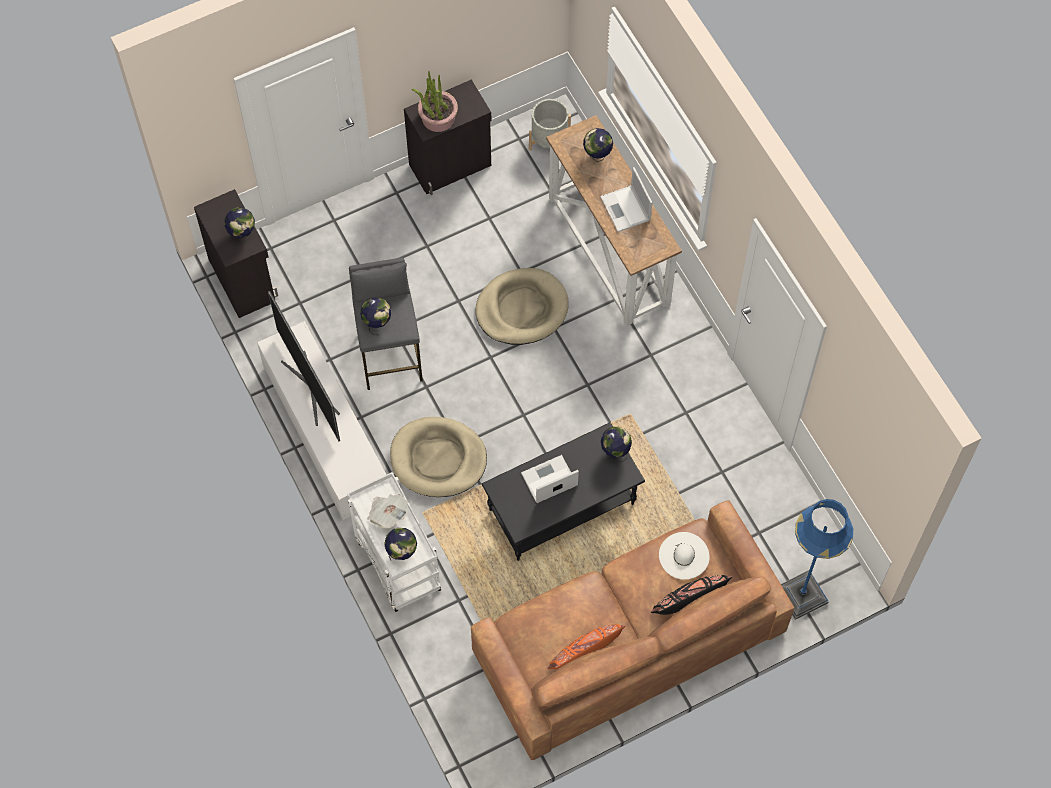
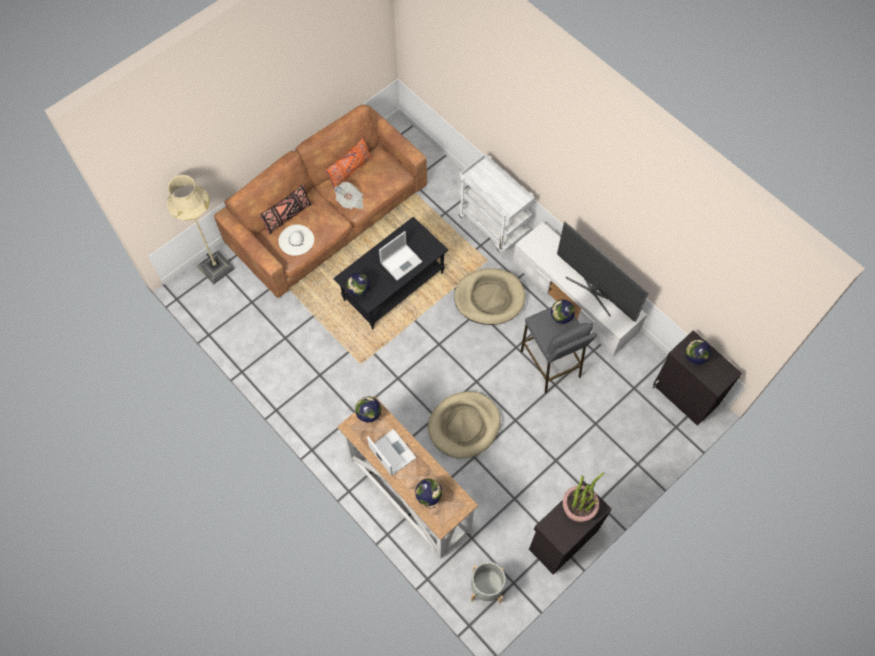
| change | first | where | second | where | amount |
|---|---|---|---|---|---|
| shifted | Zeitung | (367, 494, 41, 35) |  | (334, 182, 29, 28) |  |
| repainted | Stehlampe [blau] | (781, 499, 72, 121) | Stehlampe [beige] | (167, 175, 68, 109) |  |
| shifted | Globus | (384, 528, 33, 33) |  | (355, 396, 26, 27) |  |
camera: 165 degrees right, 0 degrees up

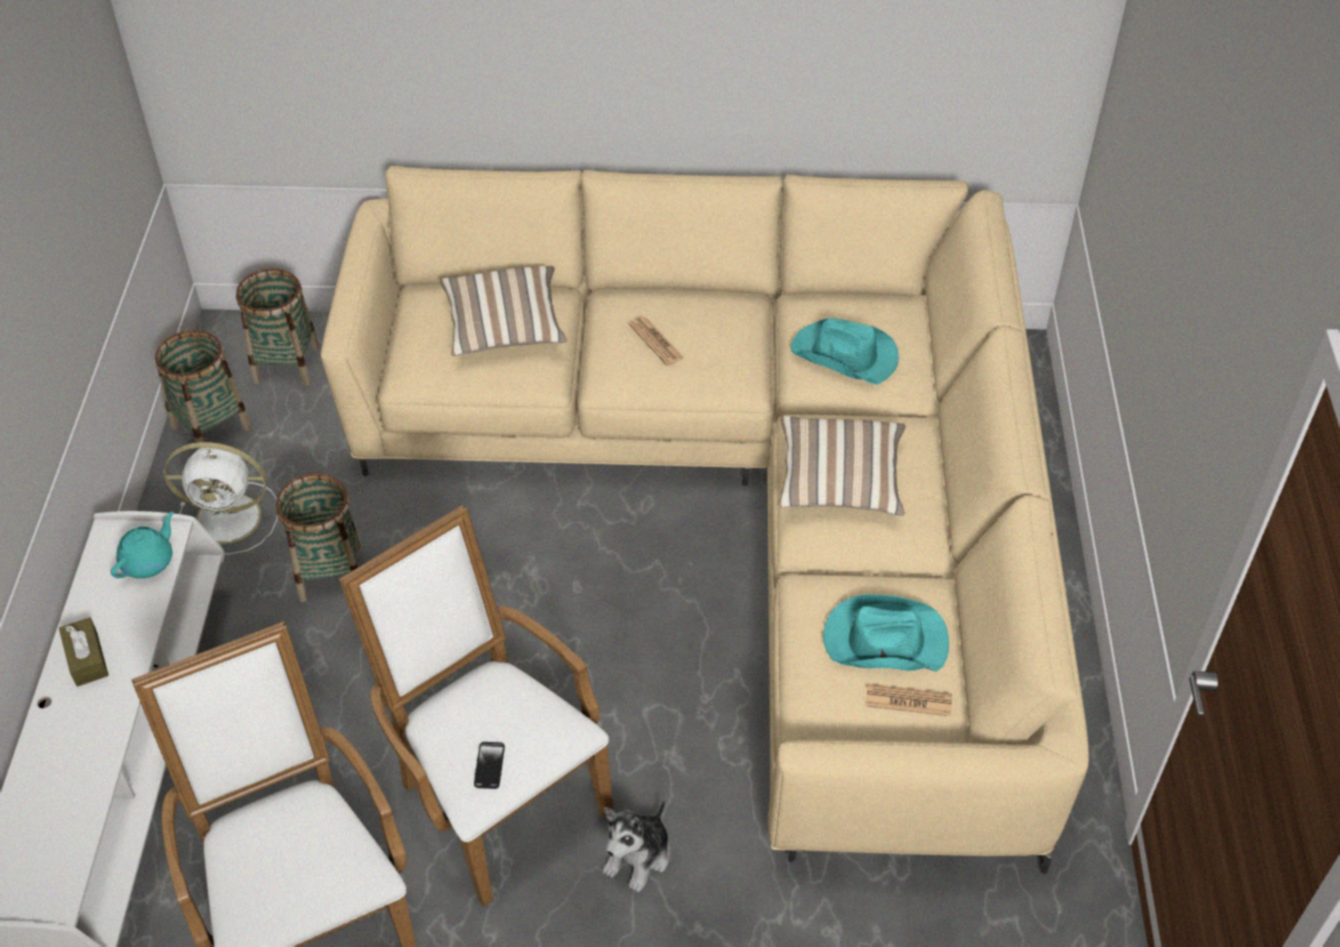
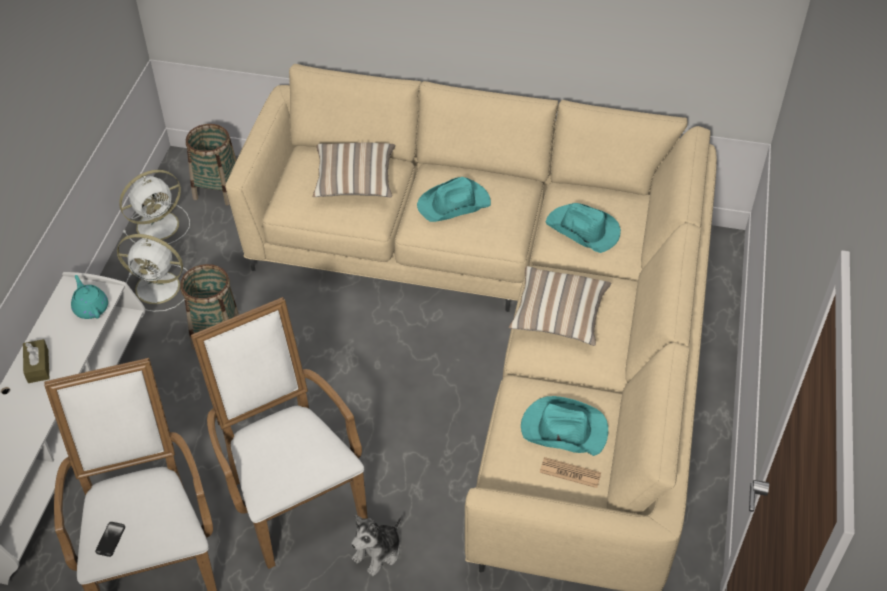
| change | first | where | second | where | amount |
|---|---|---|---|---|---|
| swapped | Zeitung | (629, 317, 55, 49) | Hut [türkis] | (417, 177, 74, 45) |  |
| swapped | Korb | (155, 330, 97, 119) | Ventilator [weiß] | (119, 170, 71, 74) |  |
| rotated | Teekanne [türkis] | (111, 512, 62, 67) |  | (71, 275, 37, 44) | 75 degrees counterclockwise |
| shifted | Handy | (474, 742, 31, 47) |  | (95, 522, 30, 35) |  |
camera: 10 degrees right, 0 degrees up

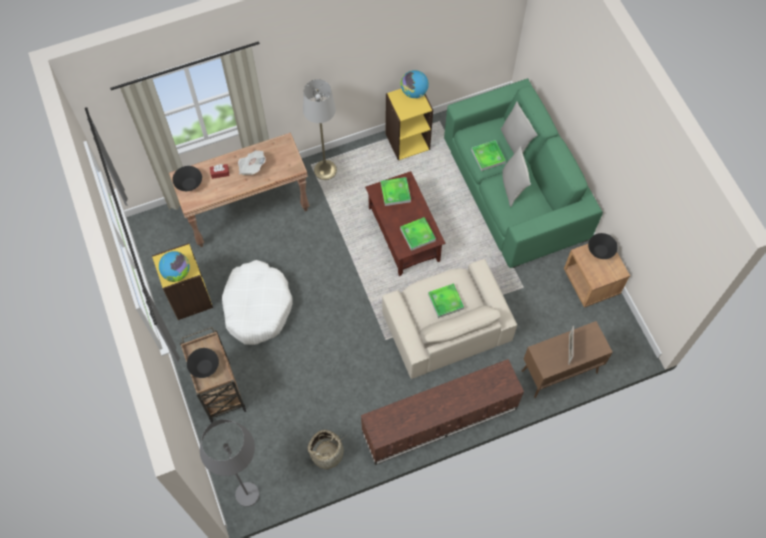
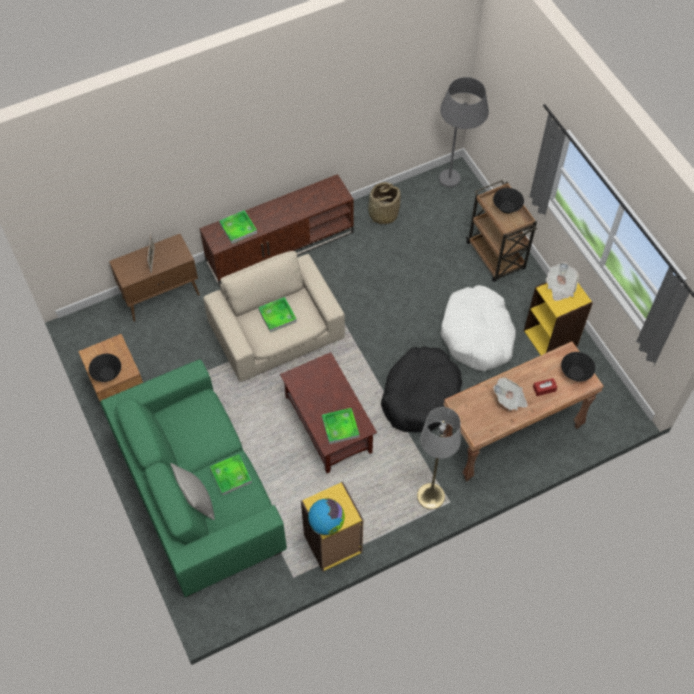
| change | first | where | second | where | amount |
|---|---|---|---|---|---|
| gone | Kissen [grau] | (502, 146, 29, 61) |  |  |  |
| shifted | Tablett | (400, 217, 36, 34) |  | (219, 210, 38, 34) |  |
| swapped | Globus | (159, 251, 31, 31) | Zeitung | (546, 262, 33, 39) |  |
| new |  |  | Hundebett [schwarz] | (381, 346, 81, 86) |  |
camera: 175 degrees right, 5 degrees down

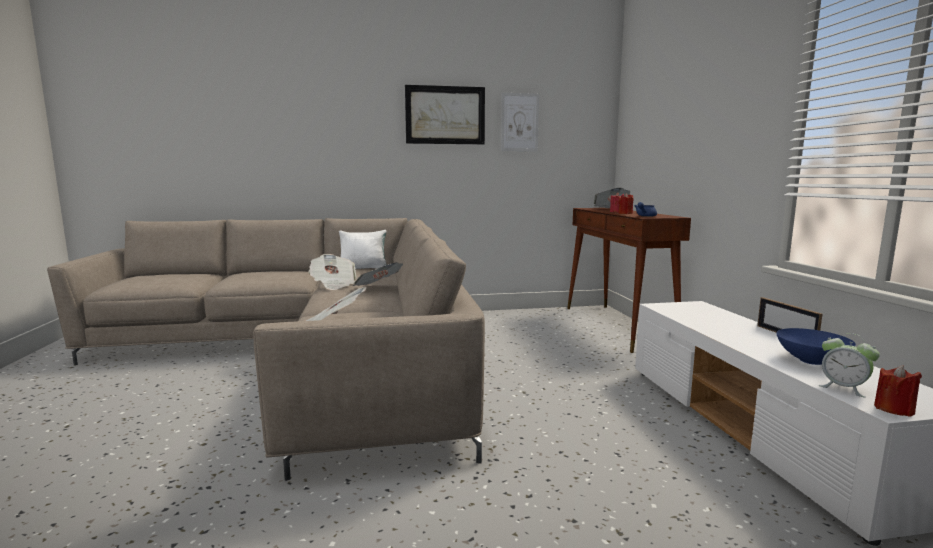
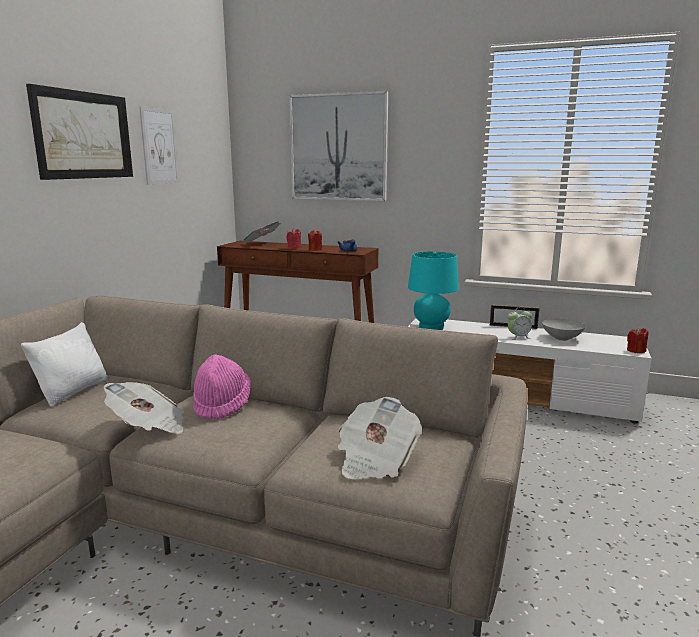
| change | first | where | second | where | amount |
|---|---|---|---|---|---|
| swapped | Zeitung | (352, 262, 51, 24) | Hut [rosa] | (193, 354, 58, 66) |  |
| repainted | Schüssel [blau] | (776, 328, 80, 37) | Schüssel [grau] | (542, 318, 44, 23) |  |
| shifted | Wecker | (818, 333, 62, 65) |  | (508, 307, 24, 33) |  |
| new |  |  | Bild | (289, 91, 99, 110) |  |
| new |  |  | Tischlampe [türkis] | (408, 251, 51, 79) |  |
camera: 60 degrees left, 5 degrees up

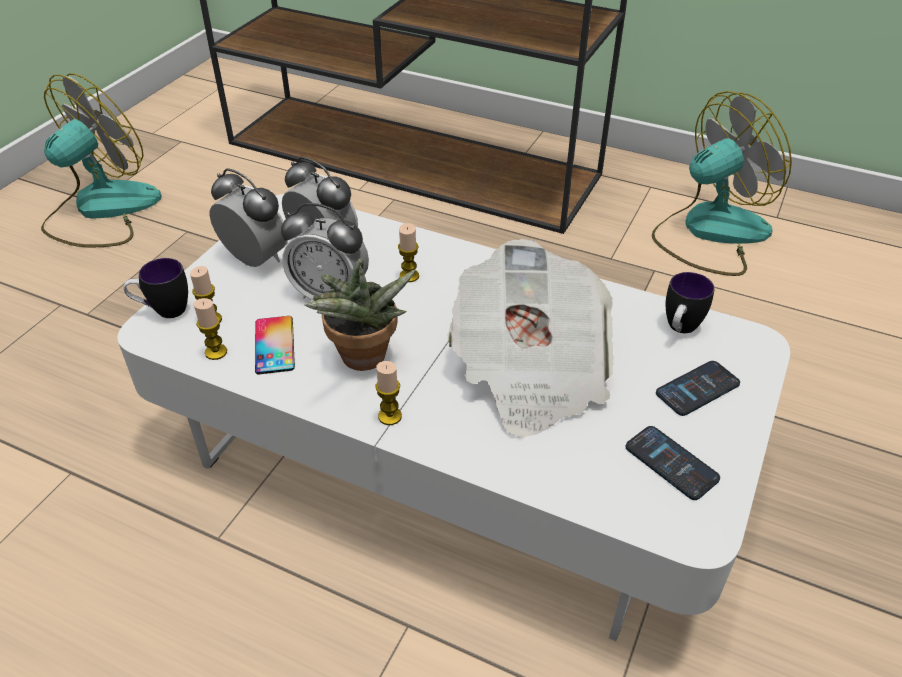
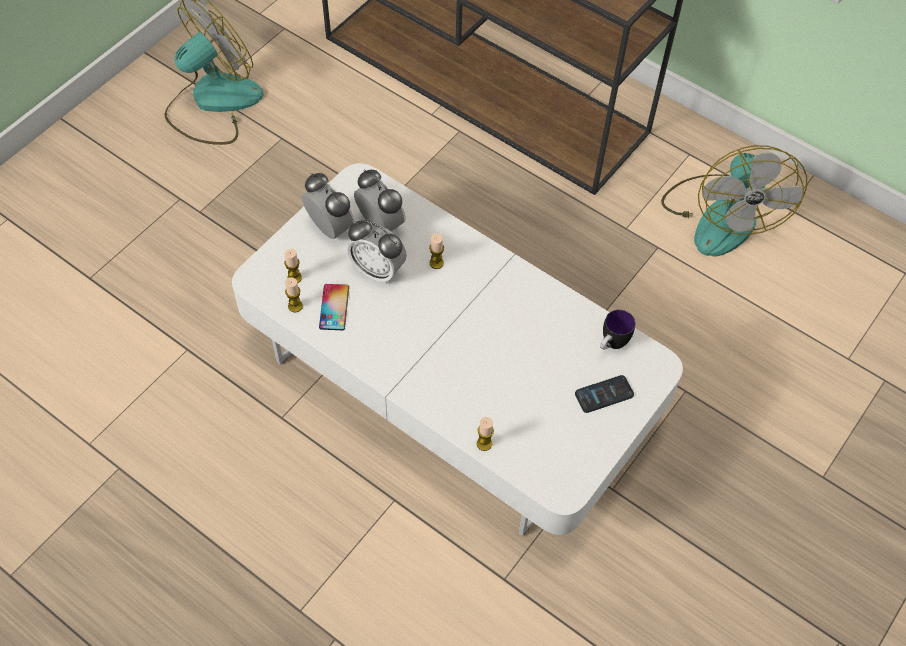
| change | first | where | second | where | amount |
|---|---|---|---|---|---|
| rotated | Ventilator | (652, 91, 140, 185) |  | (661, 145, 146, 111) | 105 degrees clockwise |
| gone | Zeitung | (447, 239, 167, 199) |  |  |  |
| gone | Henkelbecher | (124, 258, 64, 60) |  |  |  |
| gone | Topfpflanze | (304, 258, 111, 113) |  |  |  |
| shifted | Kerze | (375, 361, 27, 64) |  | (477, 417, 17, 34) |  |
| gone | Handy | (626, 426, 94, 74) |  |  |  |
camera: 10 degrees right, 15 degrees up

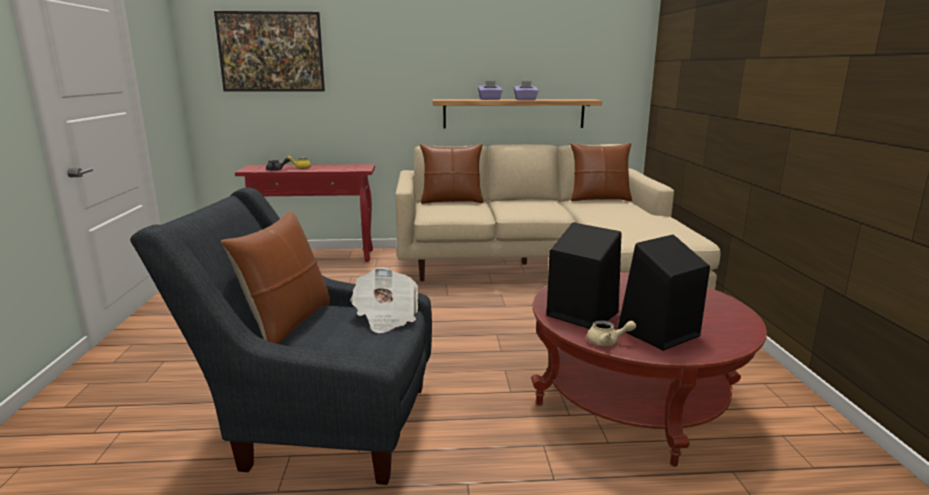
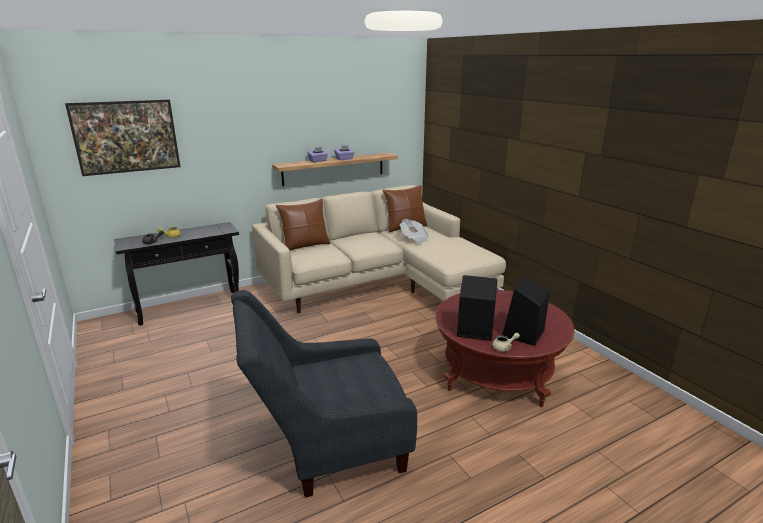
| change | first | where | second | where | amount |
|---|---|---|---|---|---|
| repainted | Konsolentisch [rot] | (235, 164, 140, 98) | Konsolentisch [schwarz] | (114, 222, 125, 103) |  |
| gone | Kissen [braun] | (221, 210, 109, 134) |  |  |  |
| shifted | Zeitung | (350, 267, 68, 66) |  | (400, 219, 29, 25) |  |
camera: 25 degrees left, 5 degrees up

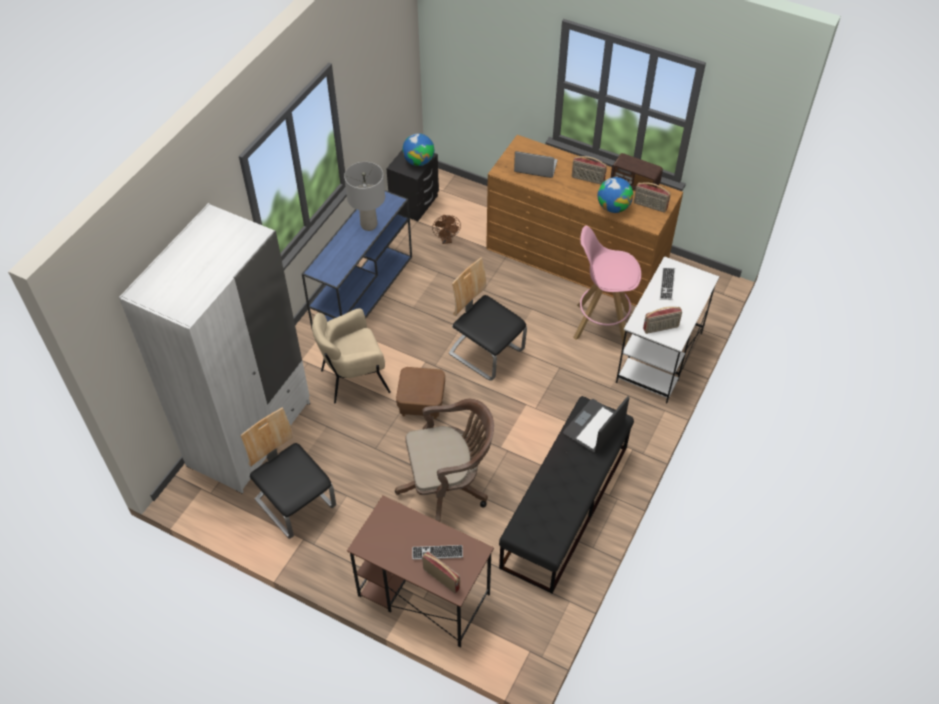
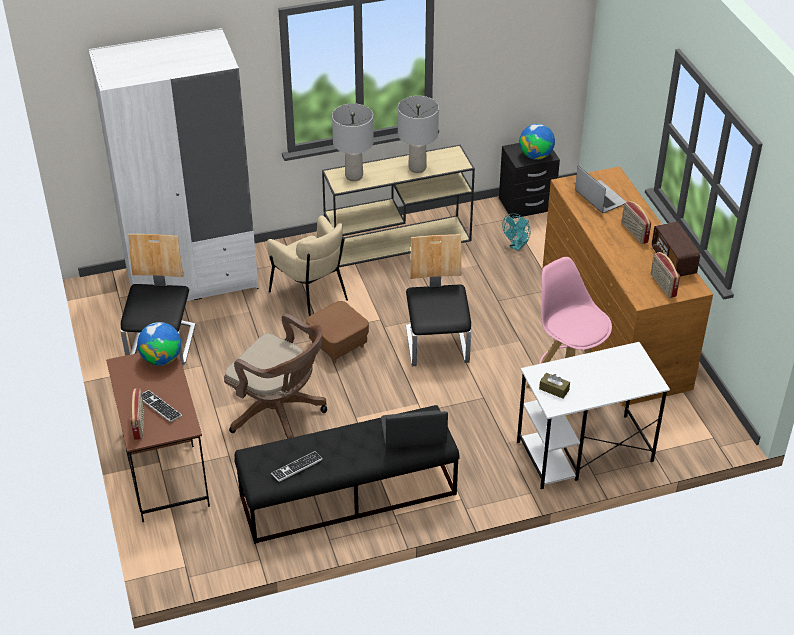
| change | first | where | second | where | amount |
|---|---|---|---|---|---|
| shifted | Globus | (598, 177, 35, 36) |  | (137, 322, 44, 44) |  |
| repainted | Konsolentisch [blau] | (302, 190, 110, 138) | Konsolentisch [beige] | (322, 145, 153, 122) |  |
| repainted | Ventilator [braun] | (432, 215, 29, 29) | Ventilator [türkis] | (502, 213, 29, 38) |  |
| shifted | Tastatur | (660, 268, 15, 32) |  | (271, 451, 52, 31) |  |
| swapped | Radio | (643, 306, 39, 28) | Taschentuchbox [braun] | (539, 373, 31, 26) |  |
| rotated | Sessel [beige] | (312, 308, 79, 95) |  | (267, 215, 81, 101) | 150 degrees counterclockwise |
| new |  |  | Tischlampe [grau] | (332, 103, 42, 78) |  |
camera: 45 degrees right, 10 degrees down

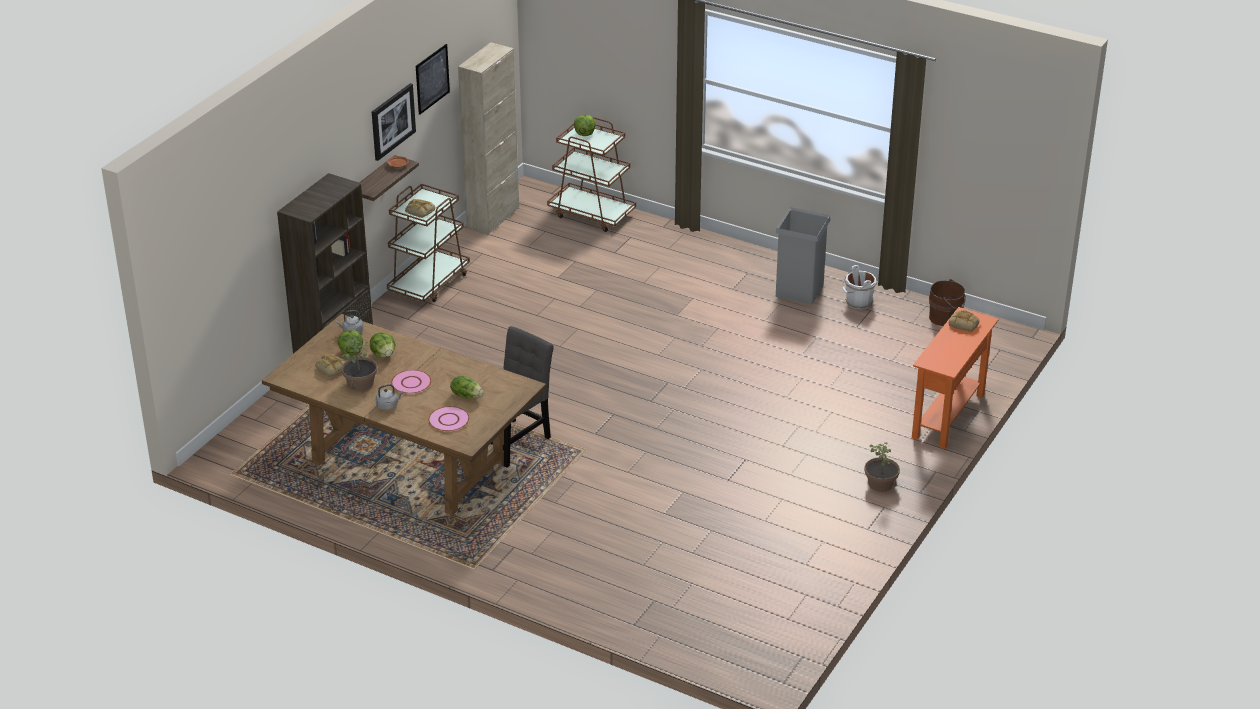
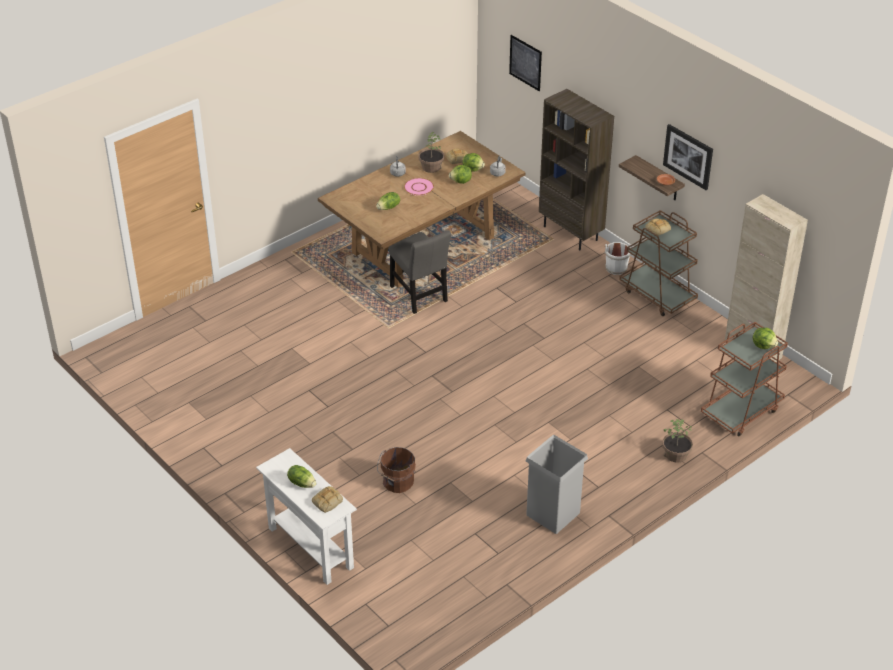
| change | first | where | second | where | amount |
|---|---|---|---|---|---|
| shifted | Bild | (416, 44, 34, 71) |  | (509, 35, 33, 56) |  |
| shifted | Eimer [weiß] | (842, 265, 35, 44) |  | (604, 242, 28, 33) |  |
| shifted | Eimer [braun] | (929, 279, 37, 47) |  | (377, 447, 39, 46) |  |
| repainted | Konsolentisch [orange] | (912, 307, 87, 142) | Konsolentisch [weiß] | (256, 448, 101, 137) |  |
| gone | Teller [rosa] | (428, 406, 41, 26) |  |  |  |
| shifted | Topfpflanze | (864, 442, 36, 50) |  | (662, 419, 31, 43) |  |
| new |  |  | Salatkopf | (287, 465, 29, 23) |  |
camera: 110 degrees right, 5 degrees up

